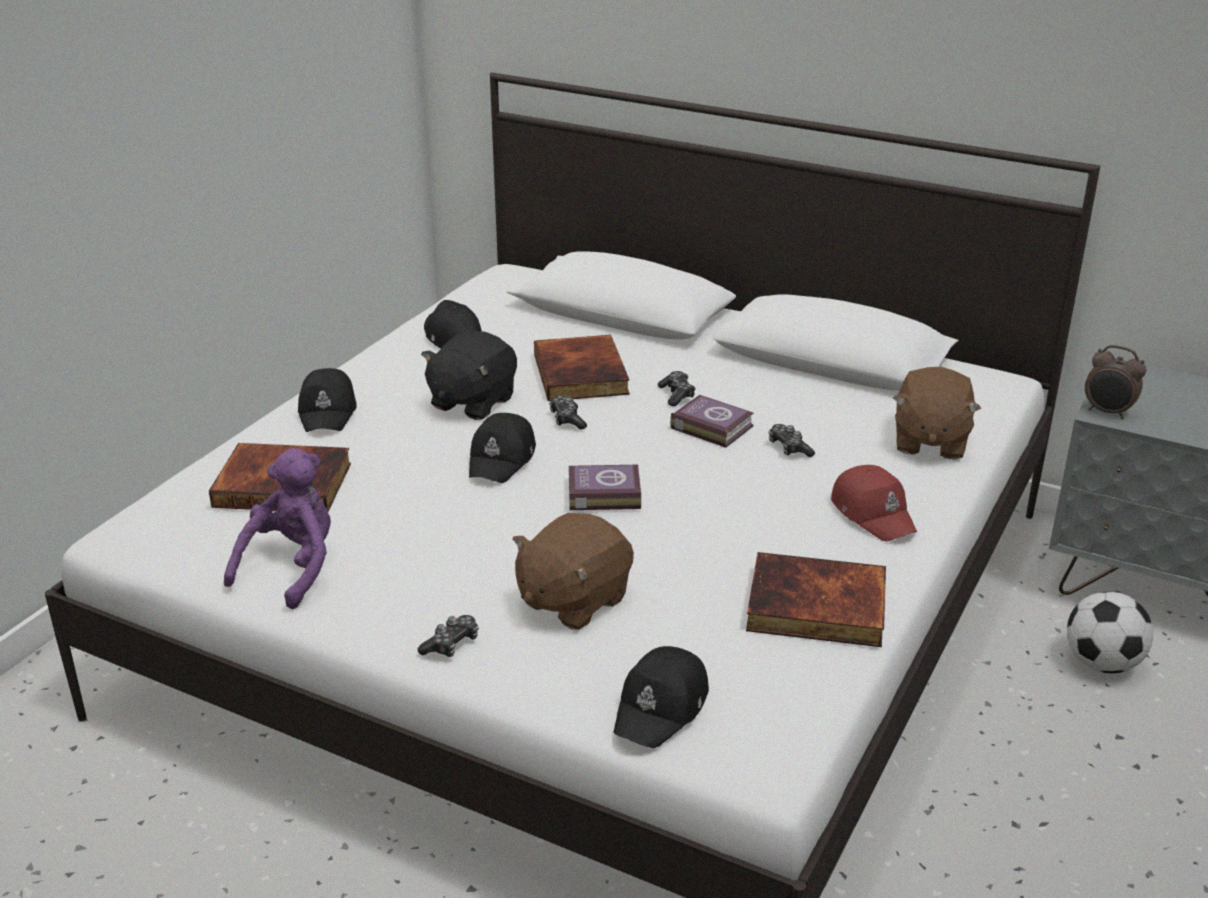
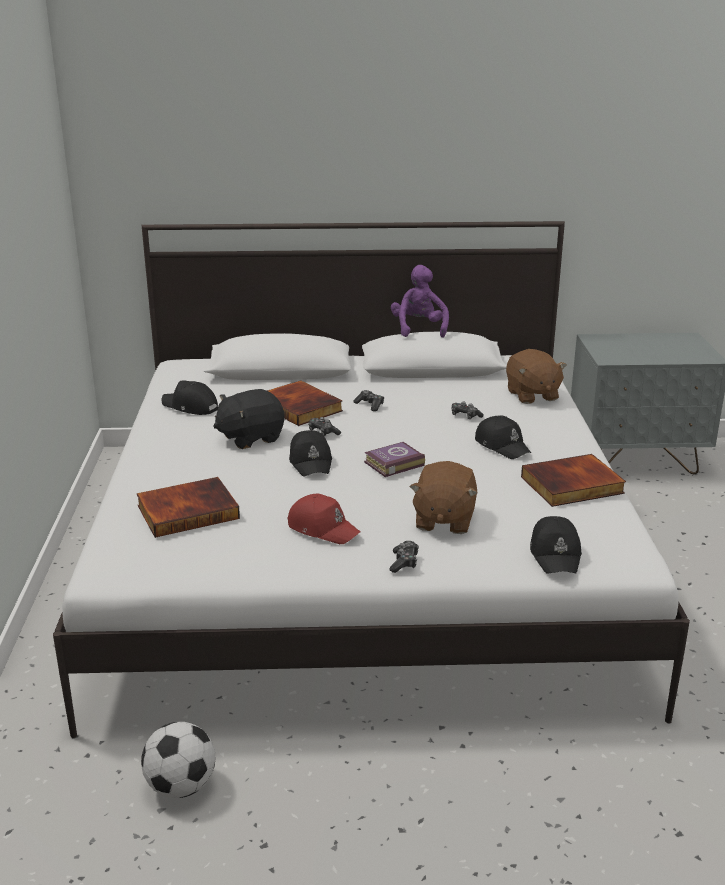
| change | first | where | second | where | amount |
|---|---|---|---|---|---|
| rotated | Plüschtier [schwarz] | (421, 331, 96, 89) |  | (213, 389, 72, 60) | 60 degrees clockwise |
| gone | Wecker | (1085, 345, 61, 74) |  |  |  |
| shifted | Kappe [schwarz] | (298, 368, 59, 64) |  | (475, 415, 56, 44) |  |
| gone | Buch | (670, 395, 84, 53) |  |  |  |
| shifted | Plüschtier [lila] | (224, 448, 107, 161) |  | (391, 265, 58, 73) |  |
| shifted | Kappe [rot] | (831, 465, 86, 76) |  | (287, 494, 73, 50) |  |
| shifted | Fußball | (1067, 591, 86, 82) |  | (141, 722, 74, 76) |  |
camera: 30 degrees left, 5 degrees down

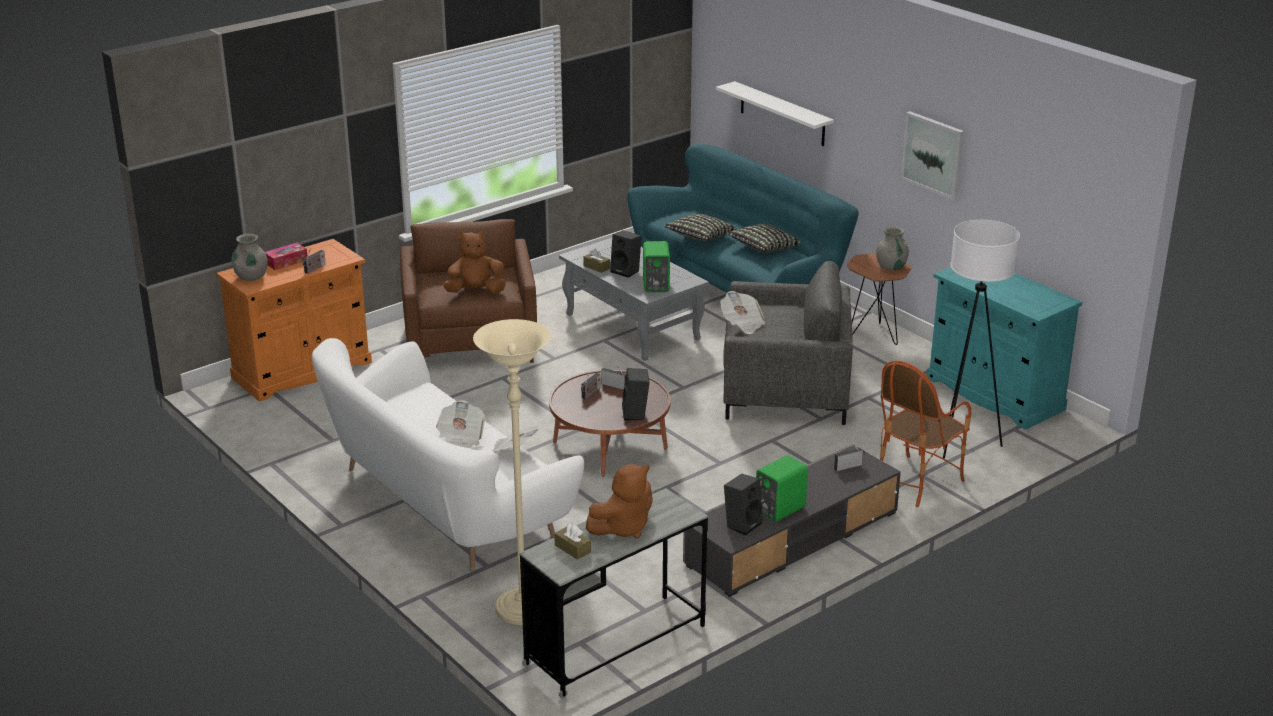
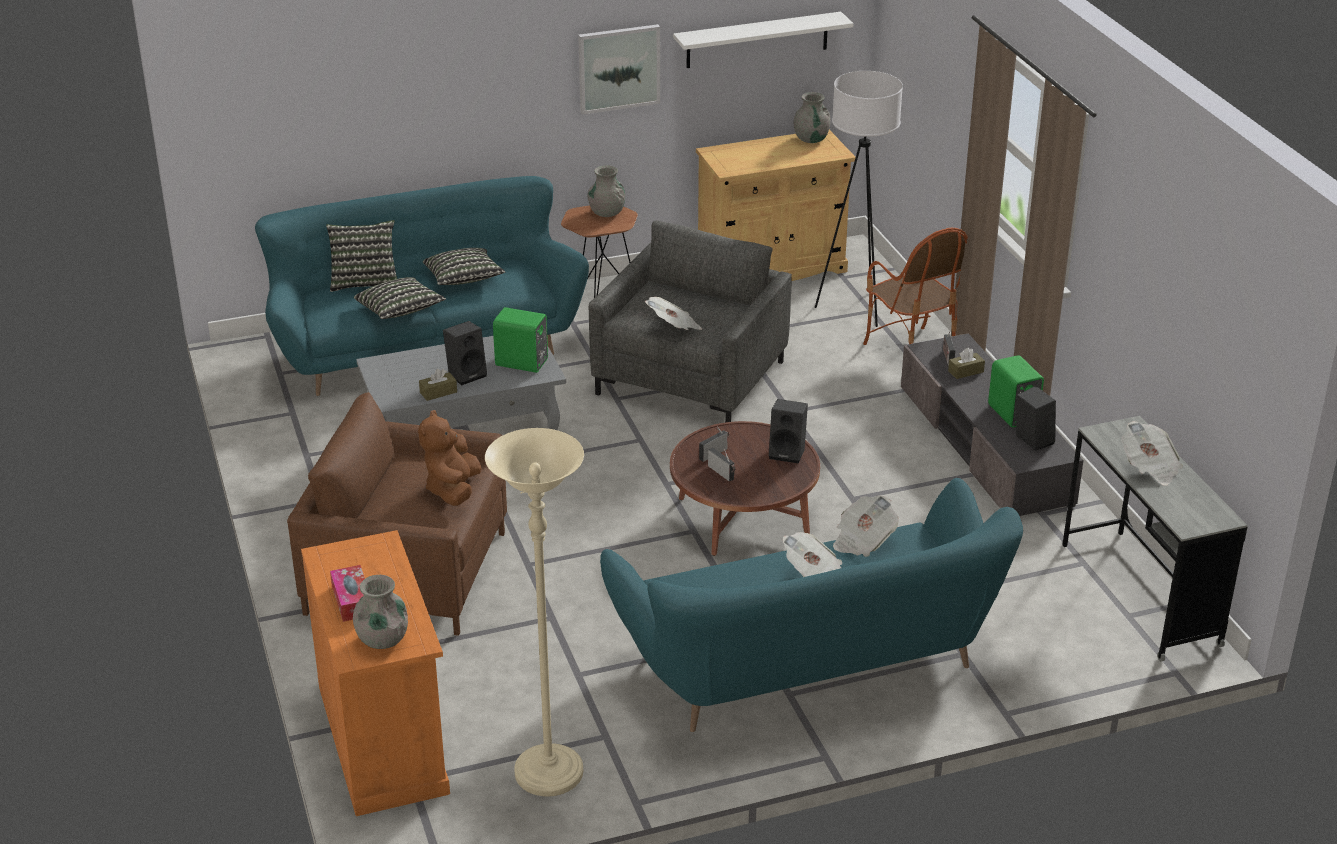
| change | first | where | second | where | amount |
|---|---|---|---|---|---|
| shifted | Wandregal [weiß] | (716, 81, 118, 65) |  | (673, 12, 181, 56) |  |
| gone | Radio | (302, 248, 24, 26) |  |  |  |
| repainted | Schrank [türkis] | (927, 267, 155, 163) | Schrank [beige] | (696, 130, 160, 151) |  |
| shifted | Stehlampe [beige] | (473, 319, 78, 306) |  | (485, 428, 99, 369) |  |
| repainted | Sofa [weiß] | (312, 338, 272, 234) | Sofa [türkis] | (600, 478, 423, 254) |  |
| swapped | Plüschtier [braun] | (586, 464, 67, 75) | Zeitung | (1121, 421, 62, 65) |  |
| shifted | Taschentuchbox [braun] | (554, 523, 37, 37) |  | (948, 348, 37, 31) |  |
| new |  |  | Vase [grau] | (794, 92, 36, 51) |  |
| new |  |  | Kissen | (326, 220, 71, 72) |  |
camera: 70 degrees left, 5 degrees up

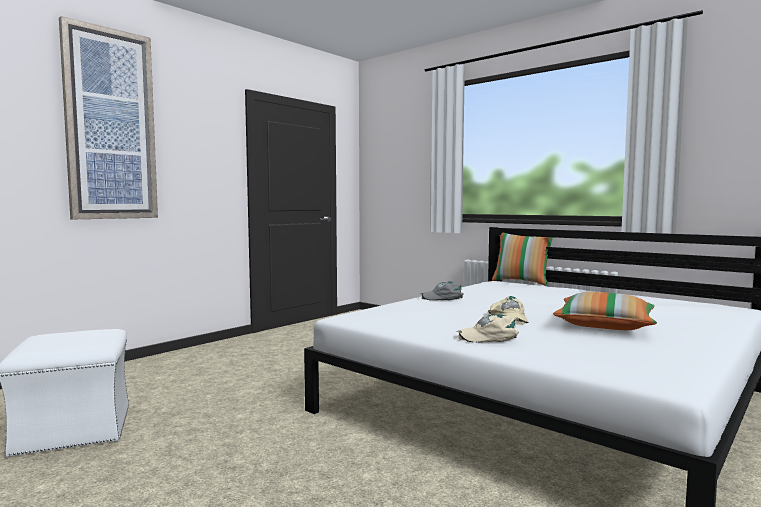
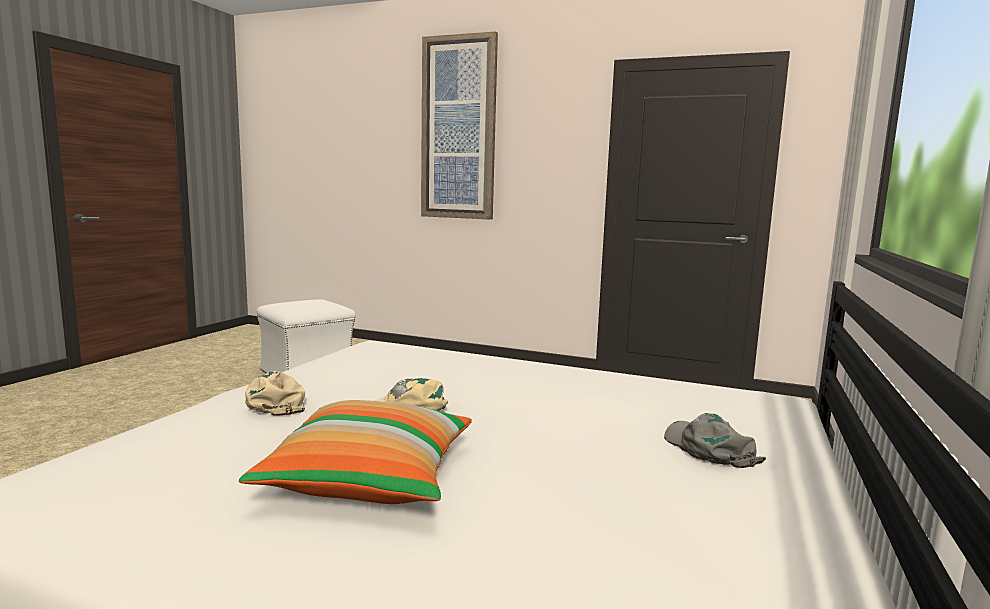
| change | first | where | second | where | amount |
|---|---|---|---|---|---|
| gone | Kissen | (492, 233, 61, 53) |  |  |  |
| shifted | Kappe [grau] | (421, 282, 43, 18) |  | (664, 413, 102, 55) |  |
camera: 70 degrees right, 5 degrees up

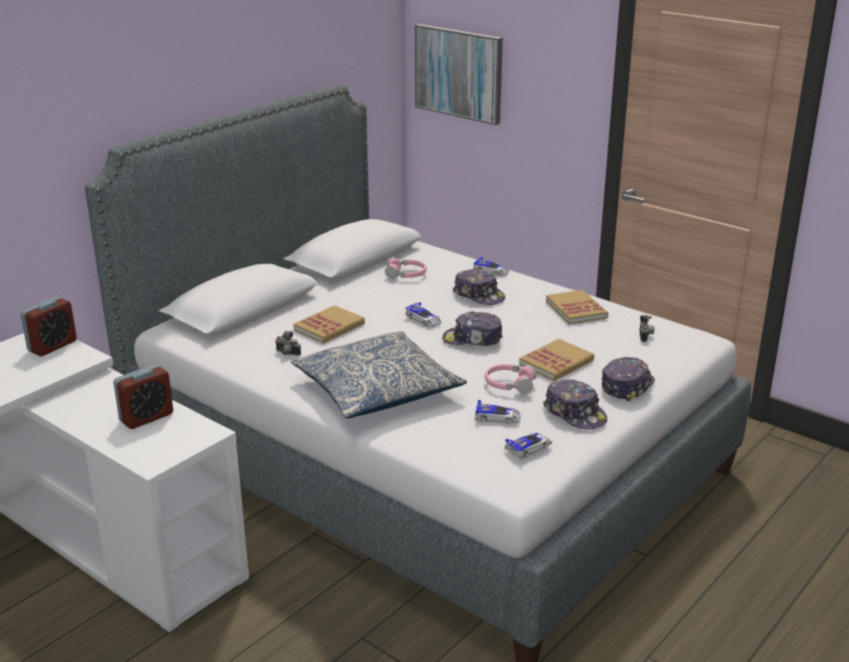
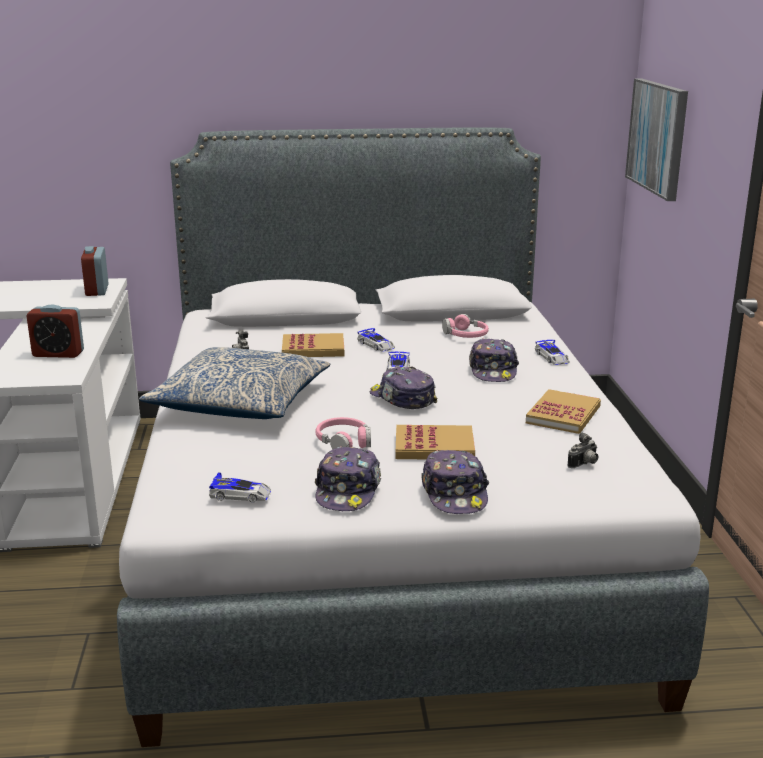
| change | first | where | second | where | amount |
|---|---|---|---|---|---|
| rotated | Wecker | (20, 297, 57, 59) |  | (81, 246, 27, 50) | 90 degrees clockwise |
| rotated | Kappe | (601, 357, 54, 45) |  | (421, 450, 68, 64) | 90 degrees clockwise |
| shifted | Spielzeugauto | (475, 400, 46, 24) |  | (357, 328, 38, 24) |  |
camera: 45 degrees right, 5 degrees down

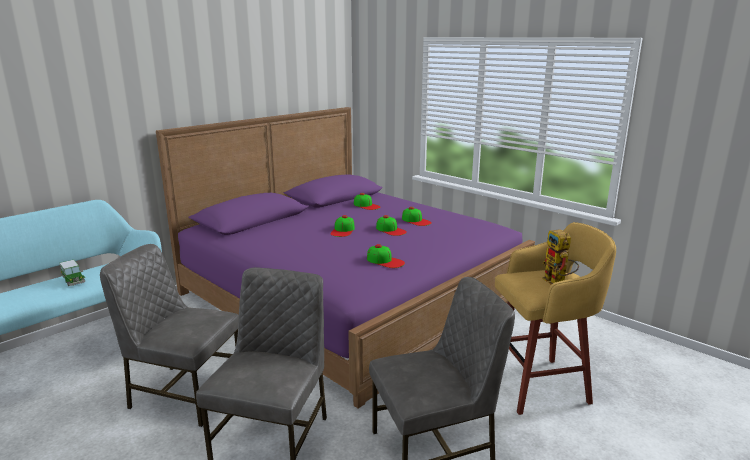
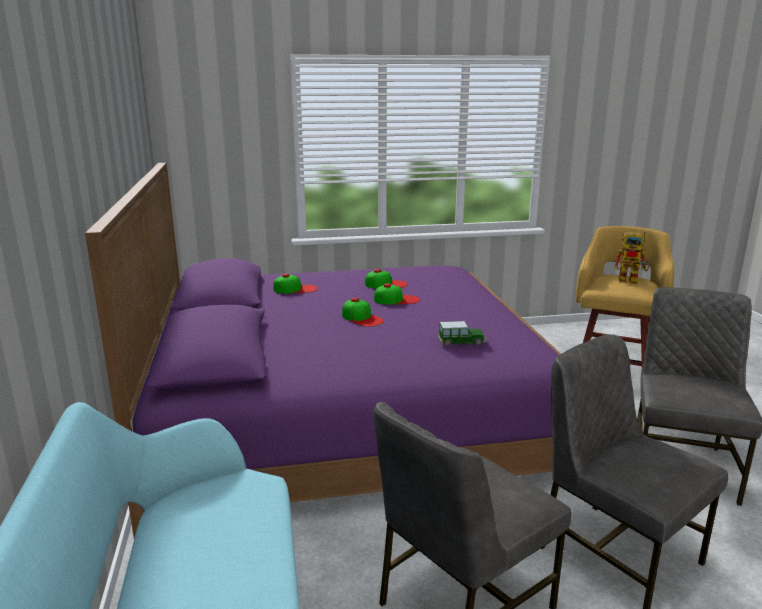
| change | first | where | second | where | amount |
|---|---|---|---|---|---|
| gone | Kappe | (367, 244, 38, 24) |  |  |  |
| shifted | Spielzeugauto | (60, 260, 25, 26) |  | (438, 321, 49, 25) |  |
camera: 55 degrees left, 0 degrees up

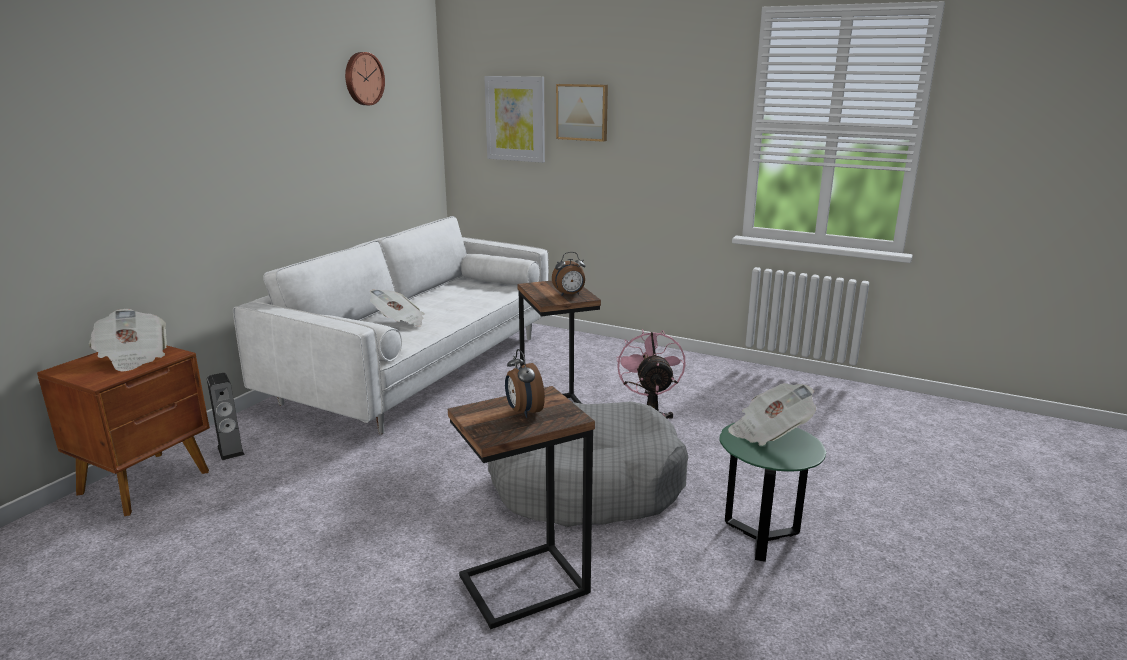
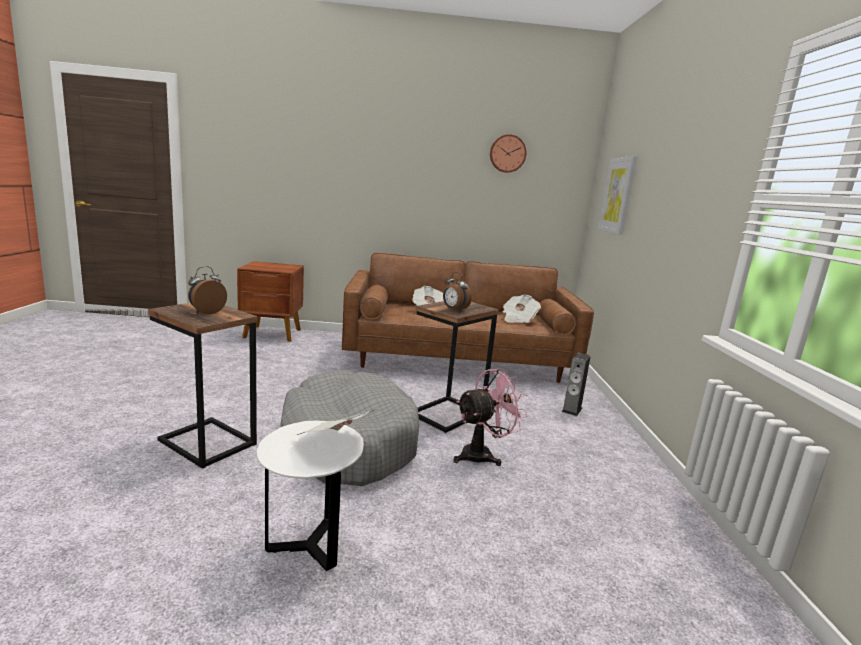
| change | first | where | second | where | amount |
|---|---|---|---|---|---|
| gone | Bild | (556, 84, 52, 58) |  |  |  |
| repainted | Sofa [weiß] | (233, 216, 316, 218) | Sofa [braun] | (342, 253, 252, 130) |  |
| shifted | Zeitung | (89, 309, 78, 63) |  | (503, 295, 38, 28) |  |
| shifted | Lautsprecher | (206, 373, 39, 87) |  | (562, 353, 28, 63) |  |
| repainted | Beistelltisch [grün] | (720, 423, 106, 139) | Beistelltisch [weiß] | (257, 421, 107, 150) |  |
camera: 60 degrees right, 5 degrees down

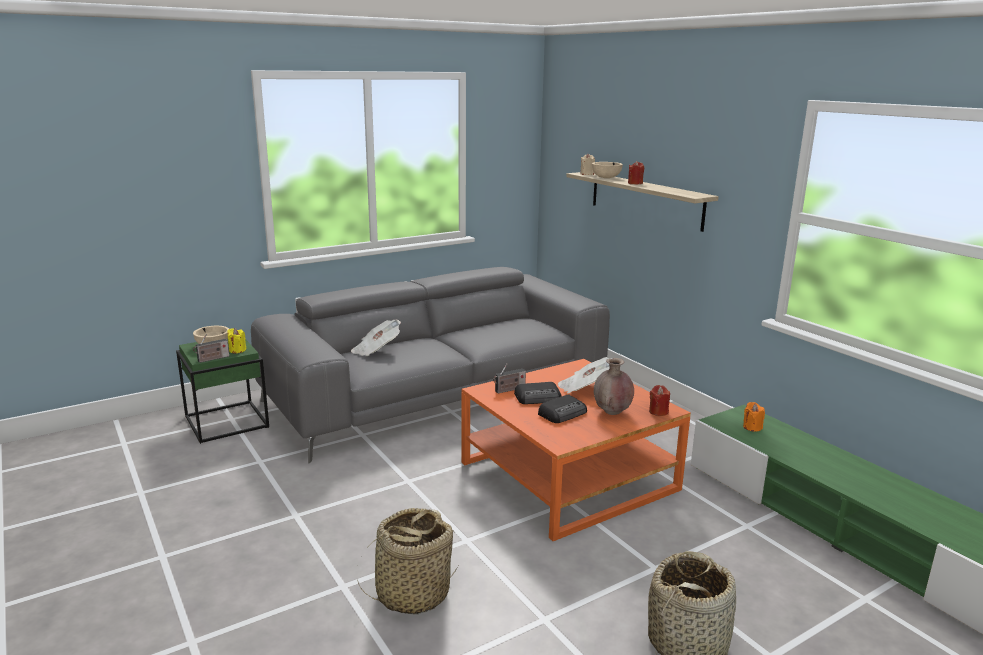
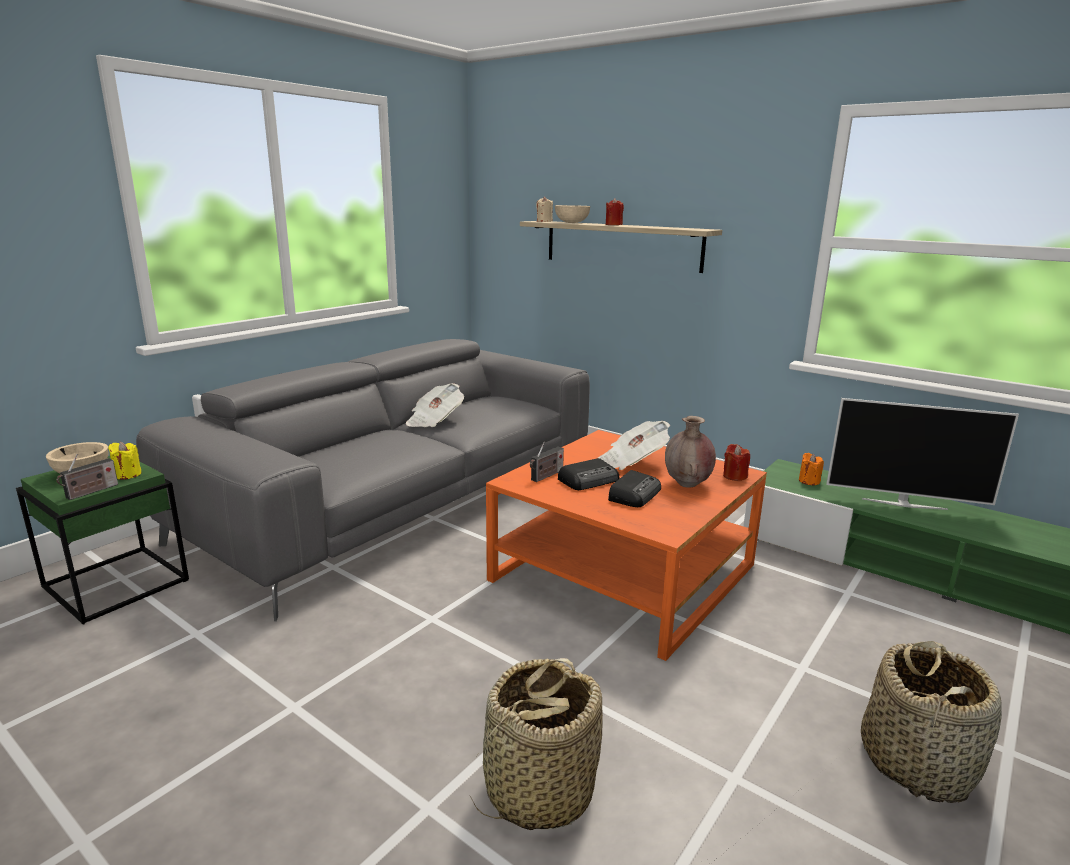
| change | first | where | second | where | amount |
|---|---|---|---|---|---|
| shifted | Zeitung | (351, 320, 50, 36) |  | (406, 383, 58, 44) |  |
| new |  |  | Fernseher | (826, 398, 193, 112) |  |
camera: 20 degrees left, 0 degrees up

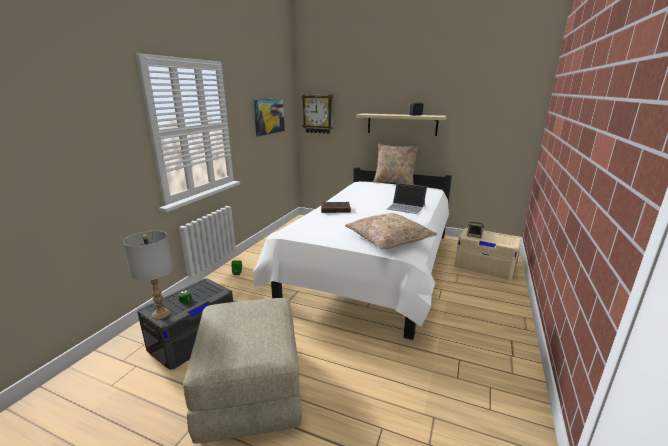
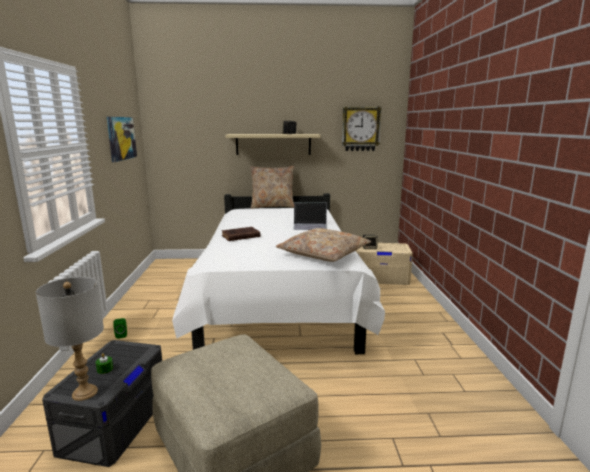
| change | first | where | second | where | amount |
|---|---|---|---|---|---|
| shifted | Wanduhr | (302, 95, 31, 39) |  | (342, 107, 40, 44) |  |
camera: 25 degrees left, 5 degrees down

